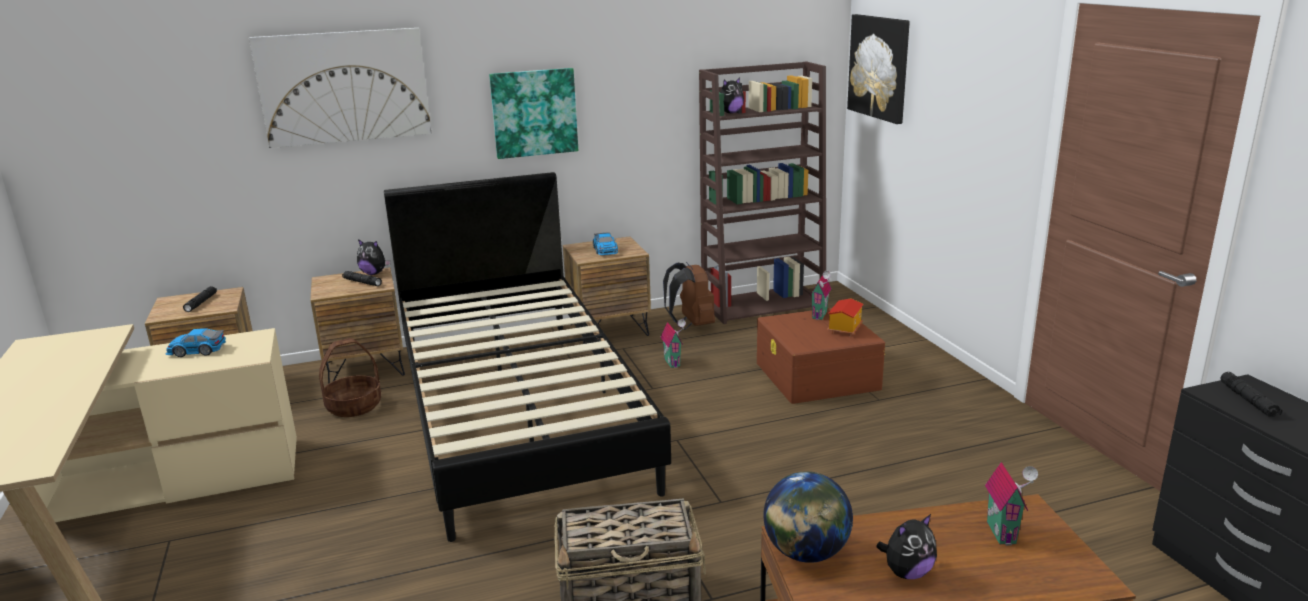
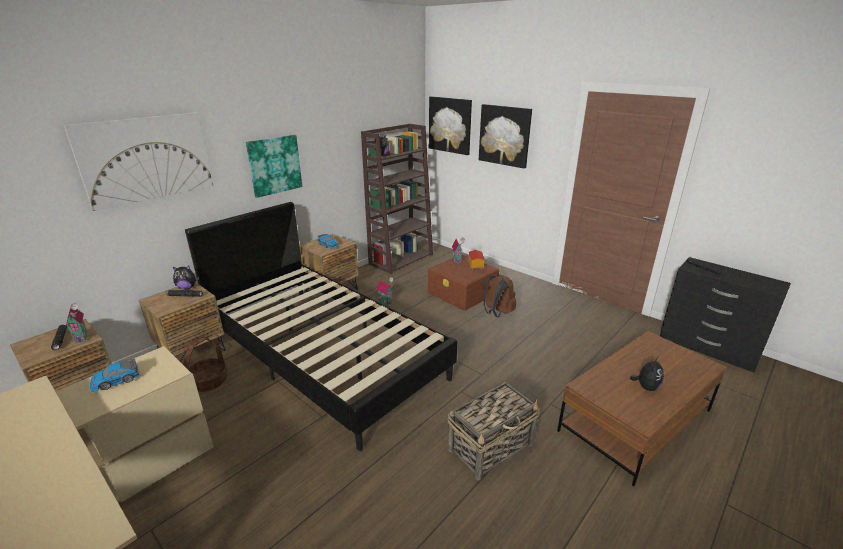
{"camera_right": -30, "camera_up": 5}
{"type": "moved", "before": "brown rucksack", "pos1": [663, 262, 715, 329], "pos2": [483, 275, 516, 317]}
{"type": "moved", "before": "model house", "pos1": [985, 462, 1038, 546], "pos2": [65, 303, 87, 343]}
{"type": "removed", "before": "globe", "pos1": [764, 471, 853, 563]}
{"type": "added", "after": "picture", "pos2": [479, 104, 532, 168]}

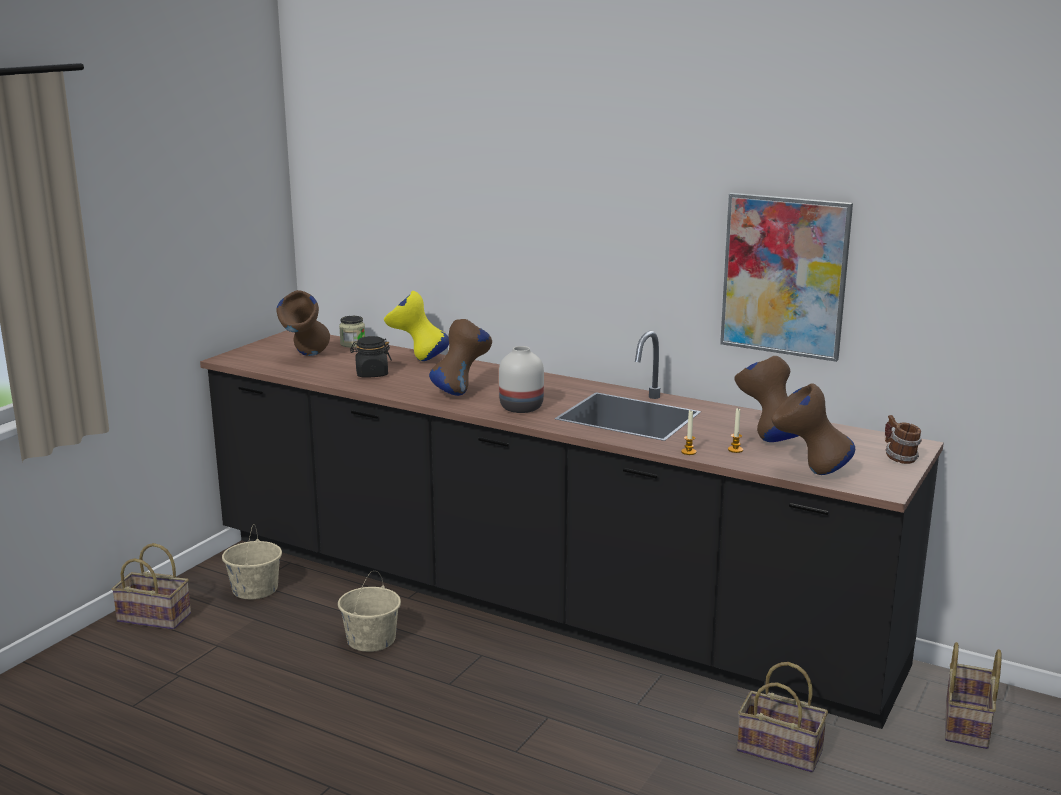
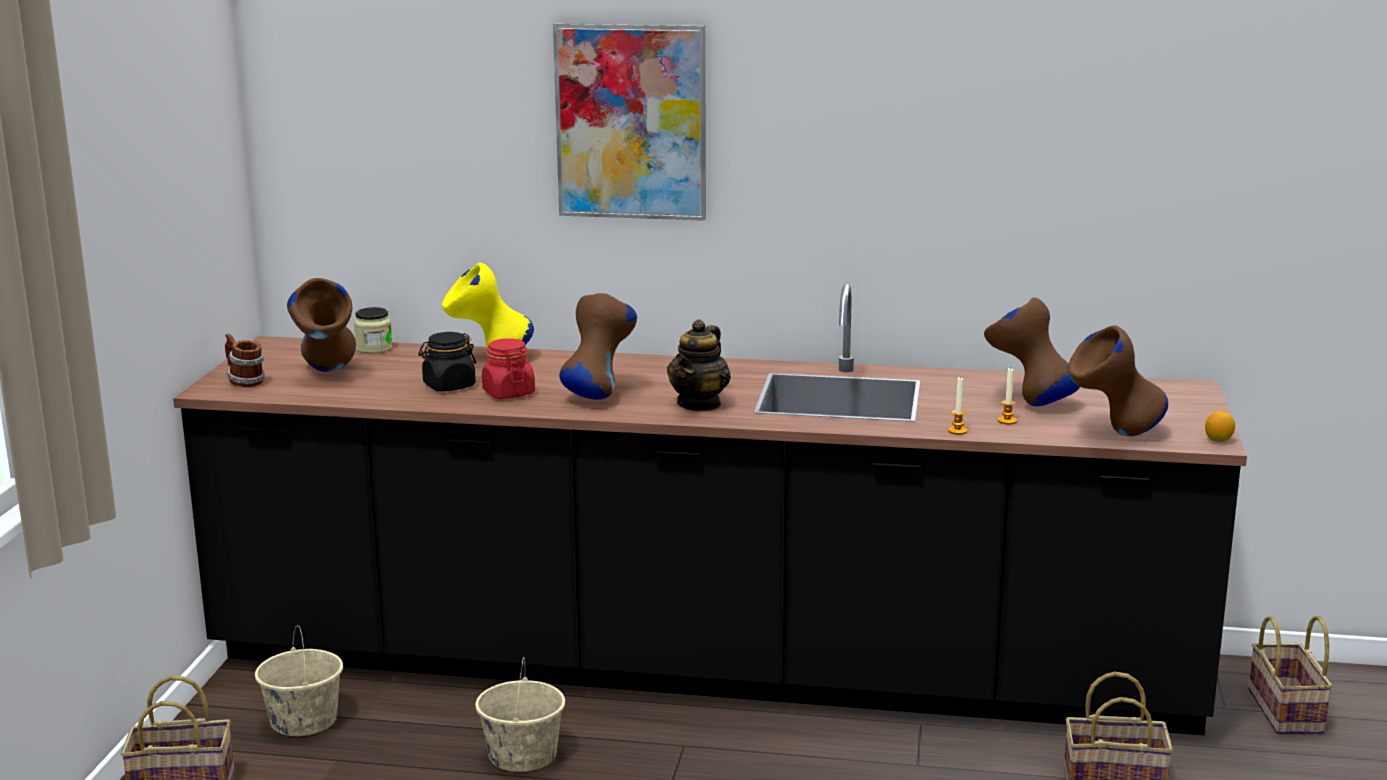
{"camera_right": -20, "camera_up": 0}
{"type": "moved", "before": "picture", "pos1": [720, 193, 853, 362], "pos2": [553, 23, 706, 221]}
{"type": "replaced", "before": "white-coloured decorative vase", "after": "teapot", "pos1": [499, 346, 544, 413], "pos2": [667, 319, 731, 412]}
{"type": "moved", "before": "coffee mug", "pos1": [885, 415, 922, 464], "pos2": [225, 333, 265, 387]}
{"type": "added", "after": "reddish preserve jar", "pos2": [482, 338, 535, 399]}
{"type": "added", "after": "citrus fruit", "pos2": [1205, 411, 1235, 442]}

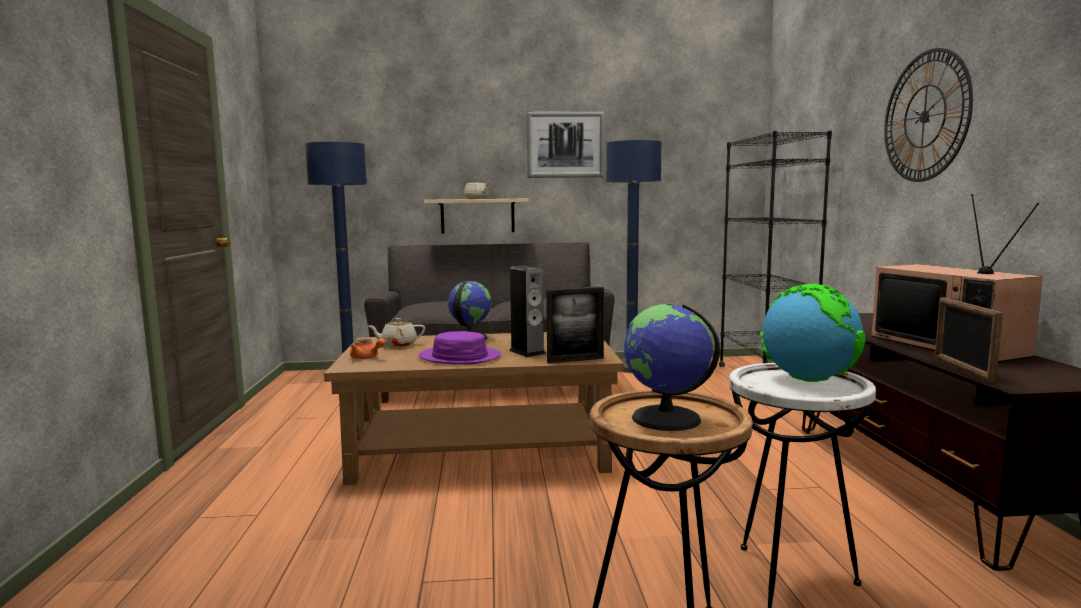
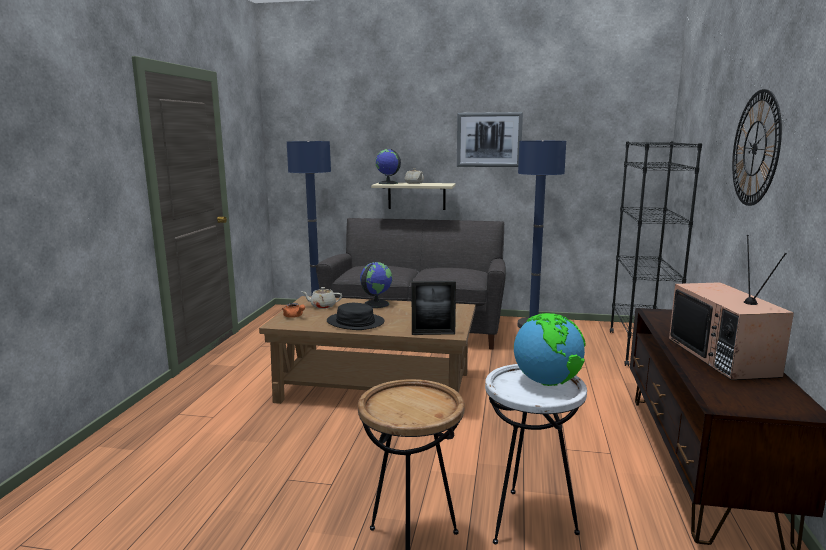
{"camera_right": 15, "camera_up": 5}
{"type": "removed", "before": "speaker", "pos1": [509, 265, 546, 357]}
{"type": "removed", "before": "standing frame", "pos1": [935, 297, 1003, 382]}
{"type": "moved", "before": "globe", "pos1": [624, 304, 720, 431], "pos2": [376, 149, 401, 184]}
{"type": "recoloured", "before": "purple-coloured wearable hat", "after": "black-coloured wearable hat", "pos1": [419, 331, 501, 364], "pos2": [327, 303, 384, 330]}

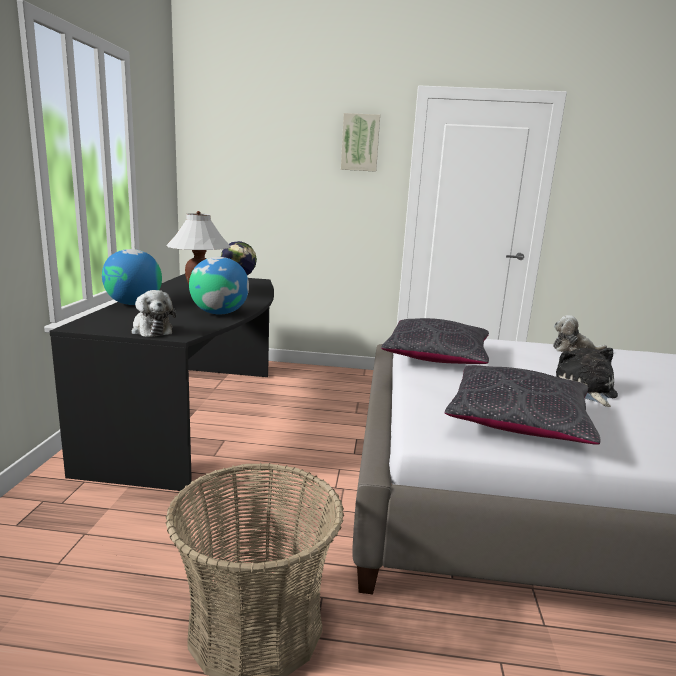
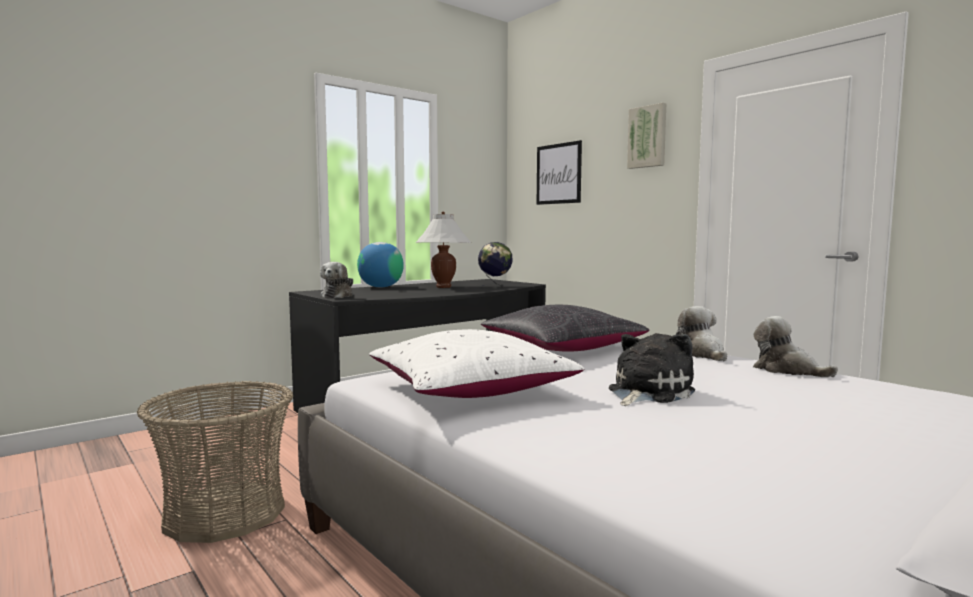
{"camera_right": 45, "camera_up": -10}
{"type": "removed", "before": "globe", "pos1": [189, 257, 249, 314]}
{"type": "recoloured", "before": "black-coloured cushion", "after": "white-coloured cushion", "pos1": [445, 365, 600, 445], "pos2": [369, 329, 585, 398]}
{"type": "added", "after": "picture", "pos2": [537, 140, 582, 205]}
{"type": "added", "after": "cuddly toy", "pos2": [676, 306, 727, 361]}

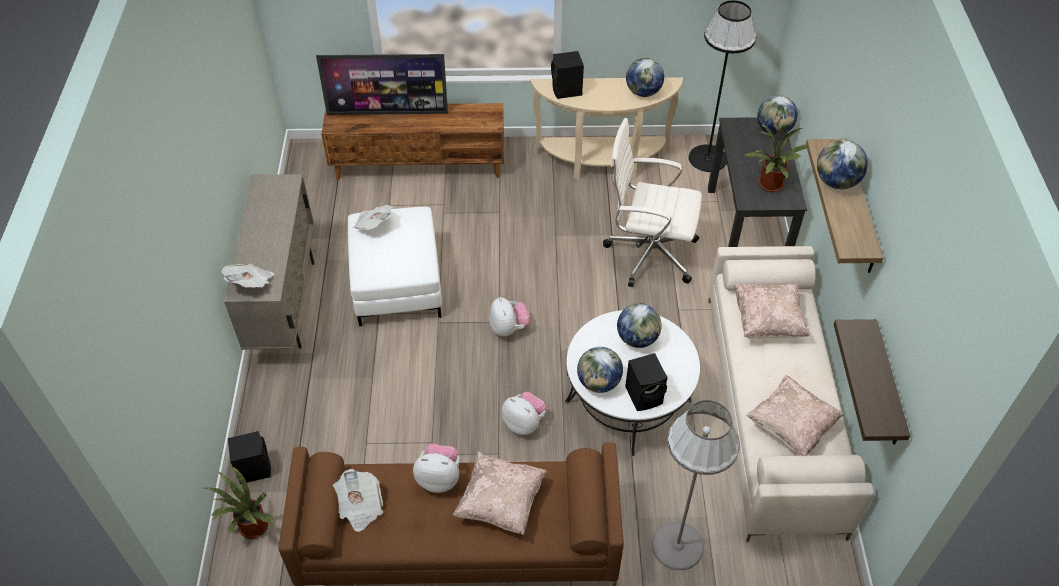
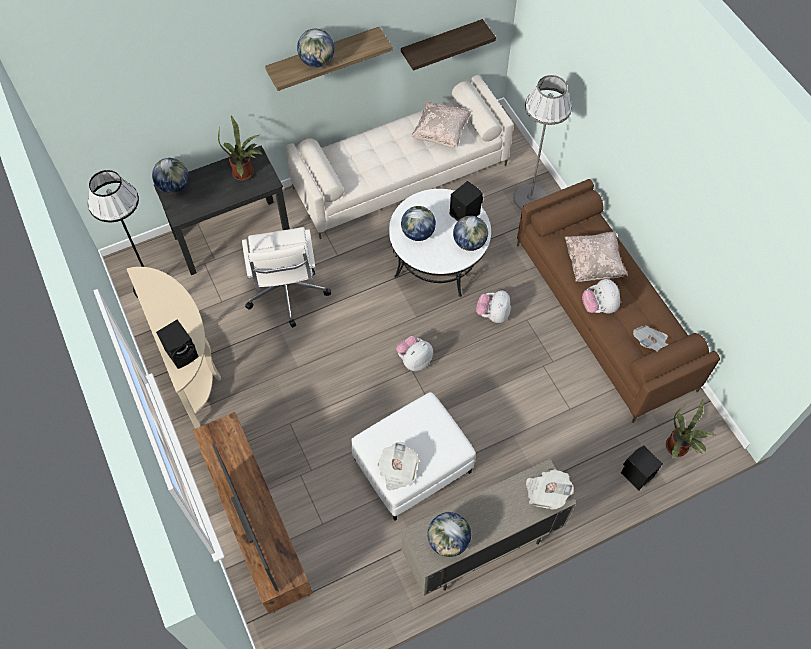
{"camera_right": -115, "camera_up": 10}
{"type": "moved", "before": "globe", "pos1": [626, 58, 664, 97], "pos2": [427, 512, 471, 557]}
{"type": "removed", "before": "sand-coloured cushion", "pos1": [734, 283, 810, 338]}

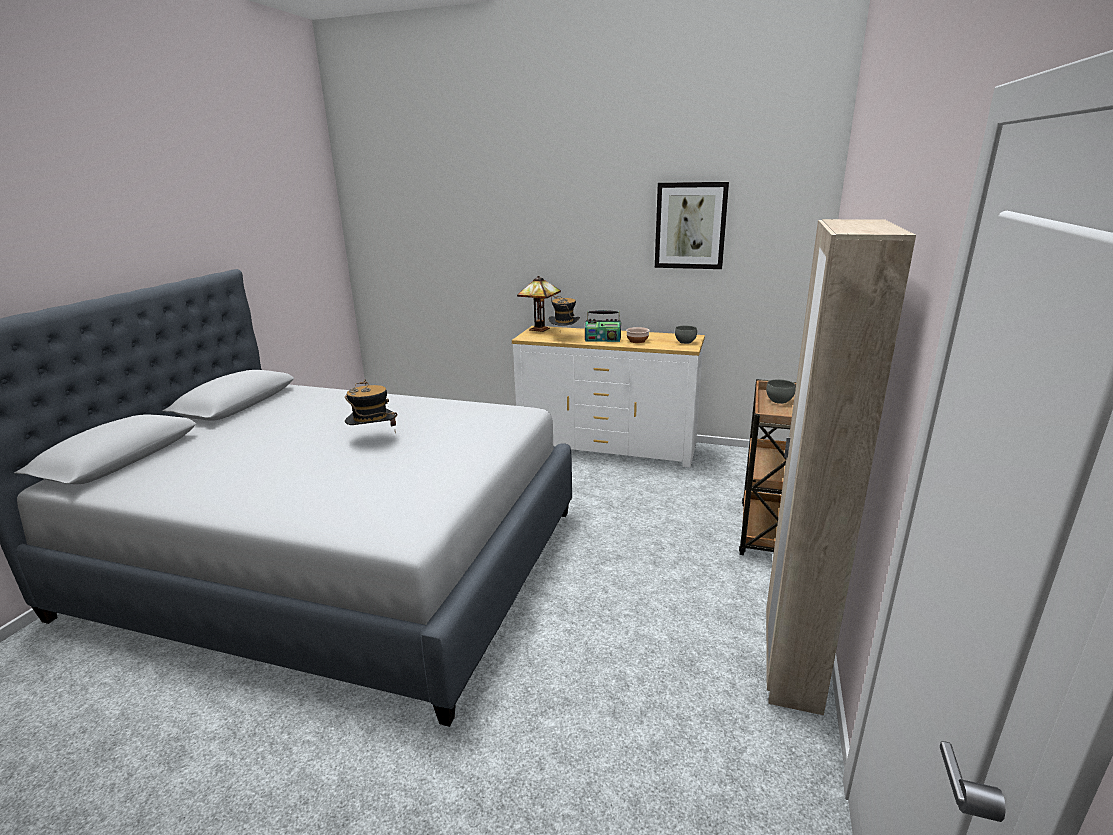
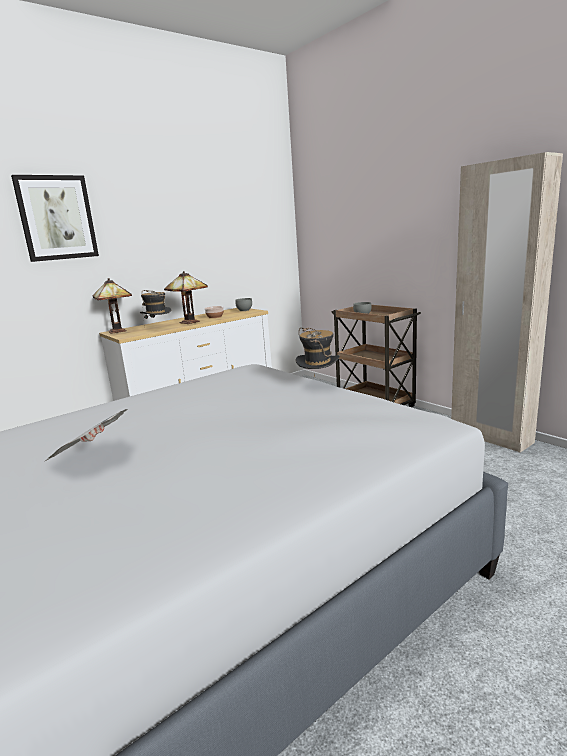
{"camera_right": -55, "camera_up": -5}
{"type": "moved", "before": "picture", "pos1": [655, 182, 729, 269], "pos2": [11, 175, 99, 262]}
{"type": "replaced", "before": "radio receiver", "after": "tabletop lamp", "pos1": [585, 310, 621, 342], "pos2": [164, 271, 208, 324]}
{"type": "moved", "before": "wearable hat", "pos1": [345, 380, 397, 427], "pos2": [296, 327, 340, 377]}
{"type": "added", "after": "printed paper", "pos2": [45, 409, 128, 461]}

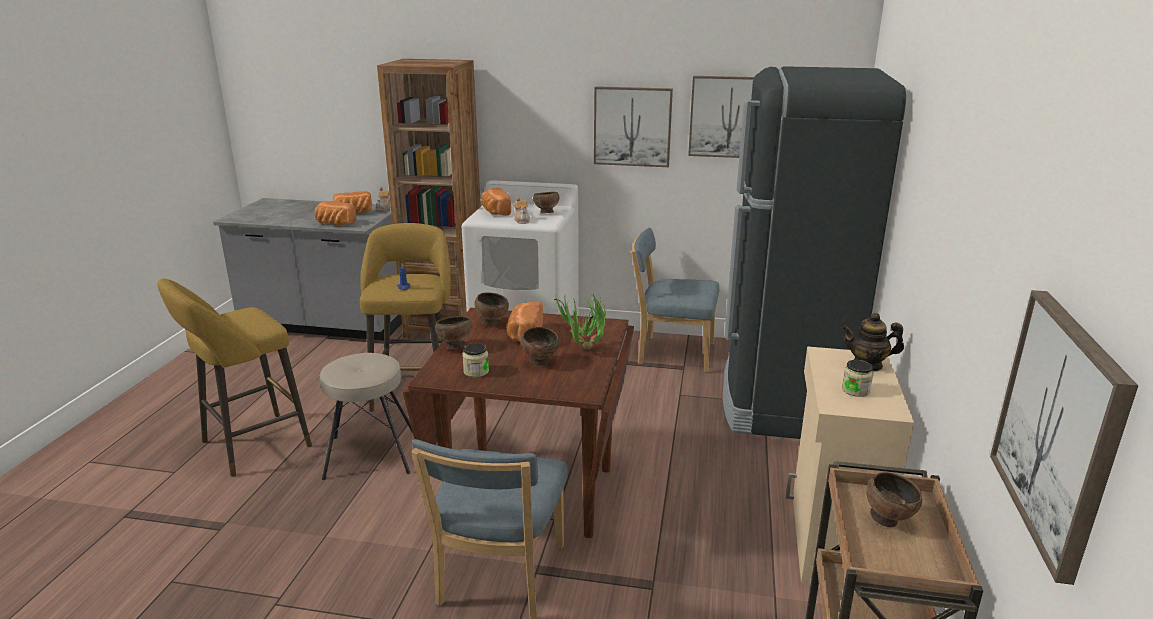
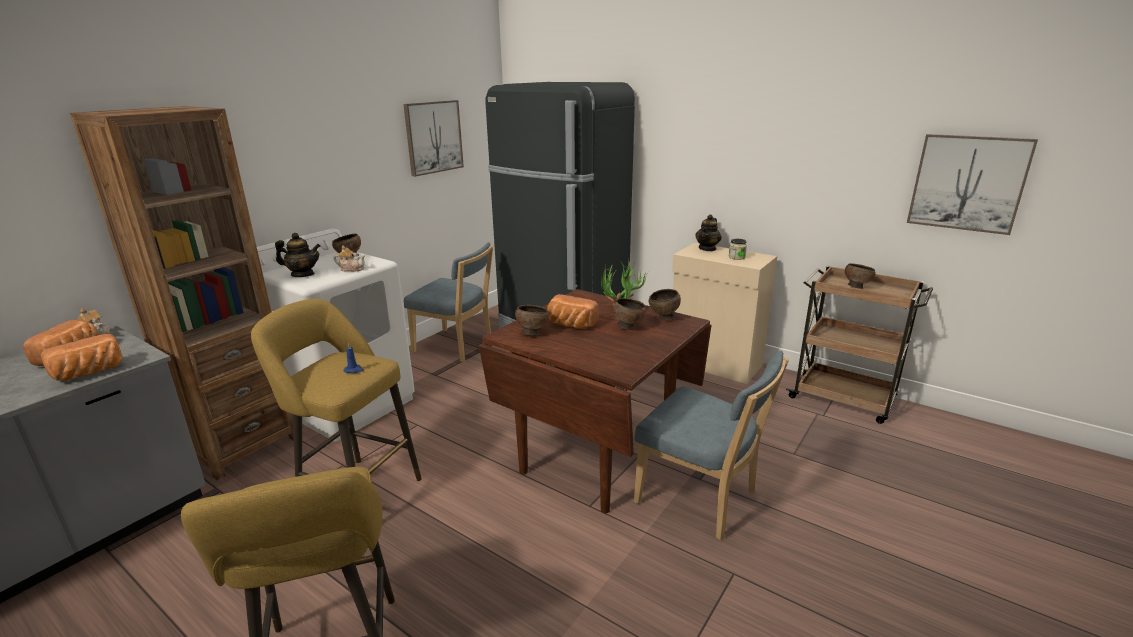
{"camera_right": -65, "camera_up": 0}
{"type": "removed", "before": "picture", "pos1": [594, 86, 673, 167]}
{"type": "replaced", "before": "bakery bread", "after": "teapot", "pos1": [481, 188, 511, 216], "pos2": [275, 233, 320, 277]}
{"type": "turned", "before": "blue-coloured plain chair", "pos1": [631, 227, 719, 373], "pos2": [404, 242, 493, 362], "turn": -105}
{"type": "moved", "before": "brown serving bowl", "pos1": [435, 316, 472, 349], "pos2": [649, 289, 681, 320]}
{"type": "removed", "before": "preserve jar", "pos1": [462, 343, 489, 377]}
{"type": "removed", "before": "sand-coloured sitting stool", "pos1": [320, 353, 413, 480]}

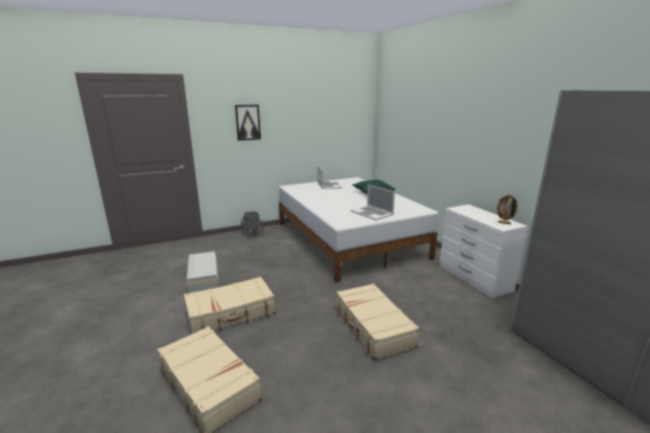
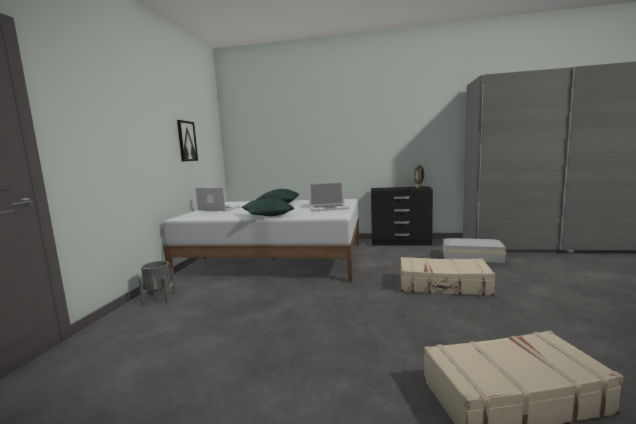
{"camera_right": -55, "camera_up": -10}
{"type": "moved", "before": "picture", "pos1": [235, 105, 261, 141], "pos2": [177, 120, 198, 161]}
{"type": "recoloured", "before": "white-coloured chest of drawers", "after": "black-coloured chest of drawers", "pos1": [440, 204, 528, 298], "pos2": [371, 186, 433, 246]}
{"type": "moved", "before": "white-coloured storage bin", "pos1": [187, 251, 218, 293], "pos2": [443, 238, 506, 263]}
{"type": "removed", "before": "sand-coloured suitcase", "pos1": [184, 277, 275, 334]}
{"type": "added", "after": "greenish cushion", "pos2": [242, 197, 295, 216]}

